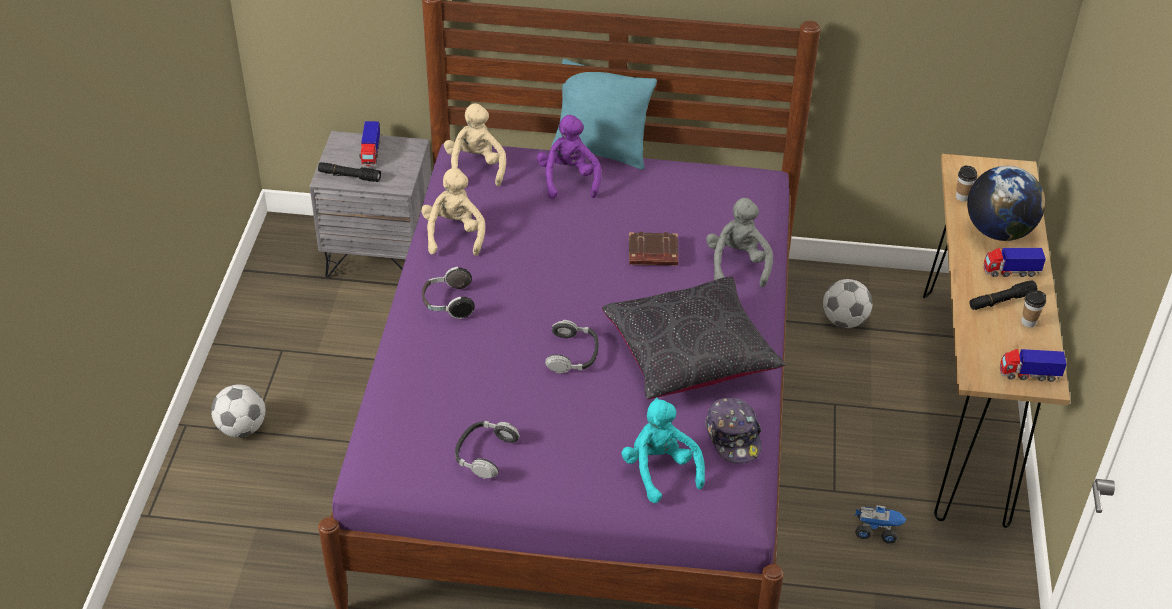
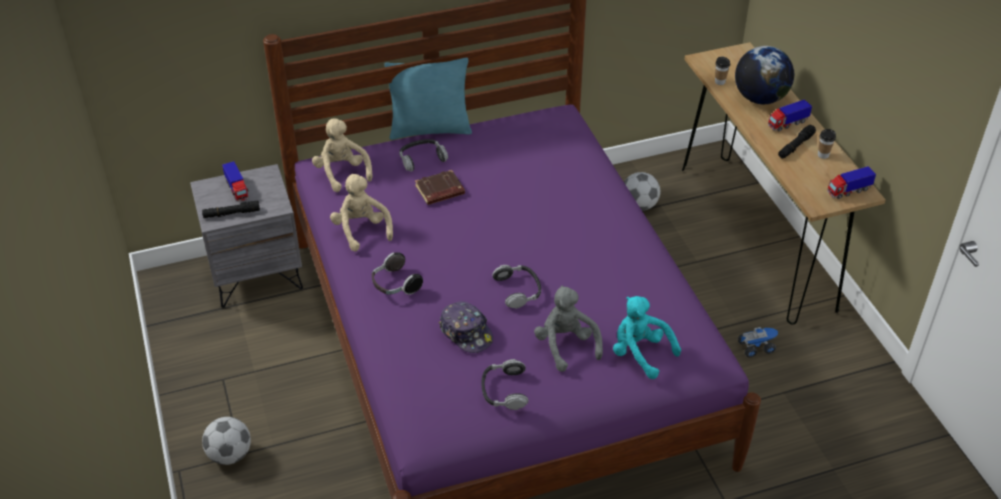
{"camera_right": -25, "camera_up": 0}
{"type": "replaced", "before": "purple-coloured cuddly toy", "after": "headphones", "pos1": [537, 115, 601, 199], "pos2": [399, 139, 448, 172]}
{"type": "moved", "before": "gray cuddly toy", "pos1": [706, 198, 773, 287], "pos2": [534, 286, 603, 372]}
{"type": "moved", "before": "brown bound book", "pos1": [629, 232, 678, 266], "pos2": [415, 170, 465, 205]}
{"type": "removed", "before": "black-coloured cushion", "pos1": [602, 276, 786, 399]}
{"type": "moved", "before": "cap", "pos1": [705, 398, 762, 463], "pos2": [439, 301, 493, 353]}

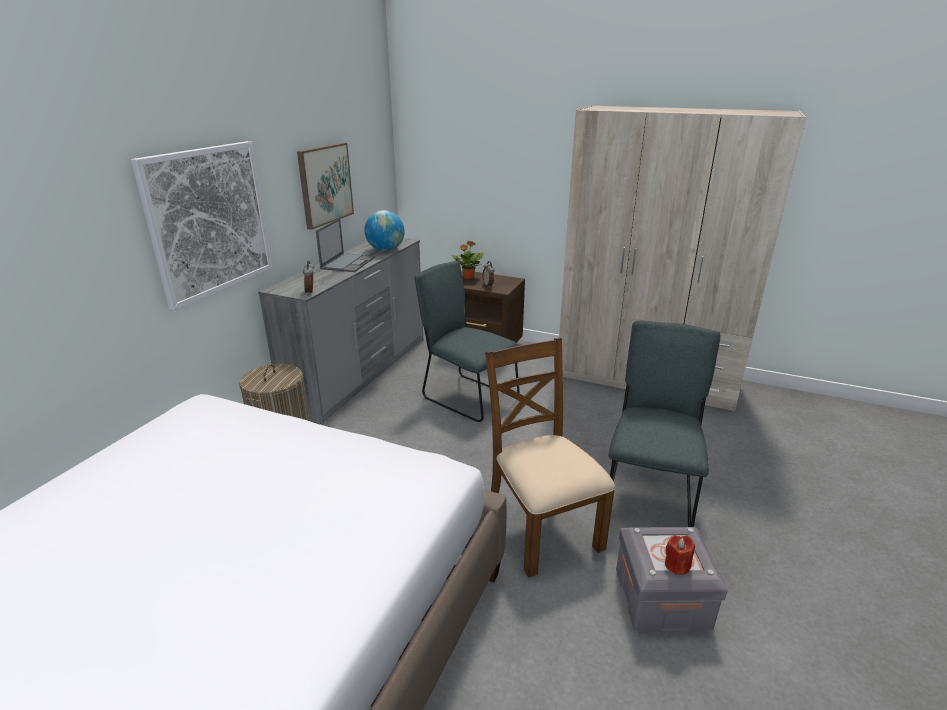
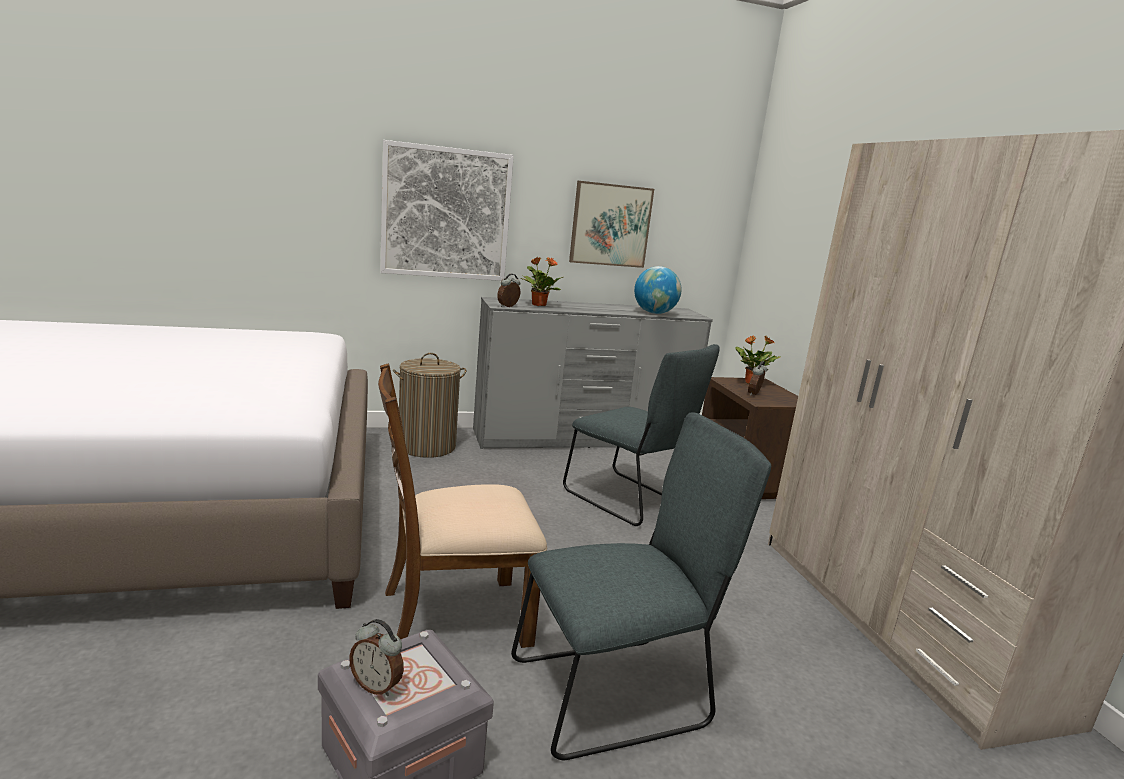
{"camera_right": 50, "camera_up": -10}
{"type": "removed", "before": "portable computer", "pos1": [316, 218, 375, 272]}
{"type": "turned", "before": "gray plain chair", "pos1": [415, 261, 520, 422], "pos2": [563, 344, 719, 526], "turn": 135}
{"type": "turned", "before": "brown plain chair", "pos1": [485, 338, 615, 578], "pos2": [378, 363, 547, 648], "turn": -135}
{"type": "replaced", "before": "reddish candle", "after": "alarm clock", "pos1": [665, 535, 695, 575], "pos2": [349, 619, 404, 696]}
{"type": "added", "after": "plant in a pot", "pos2": [520, 257, 563, 306]}

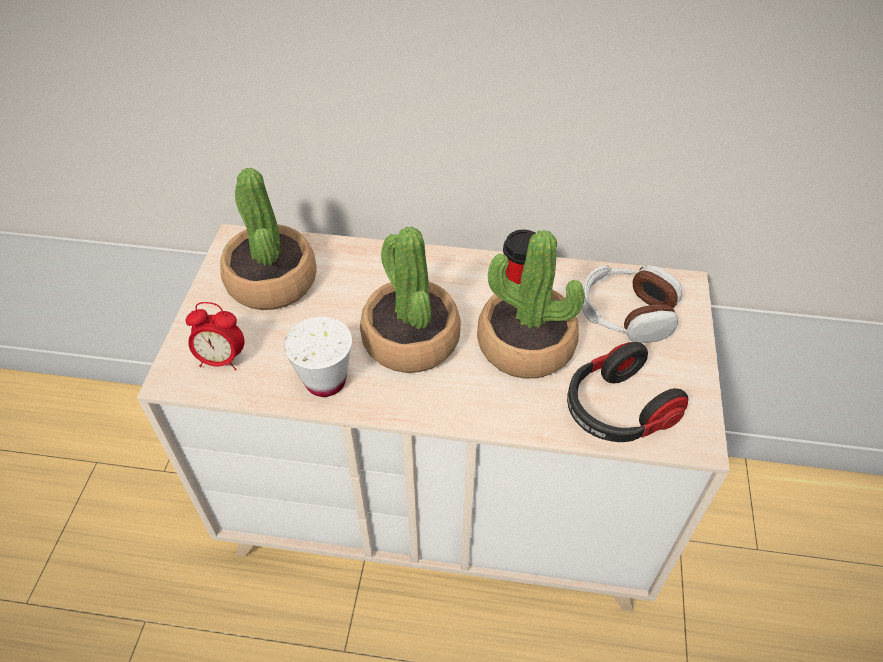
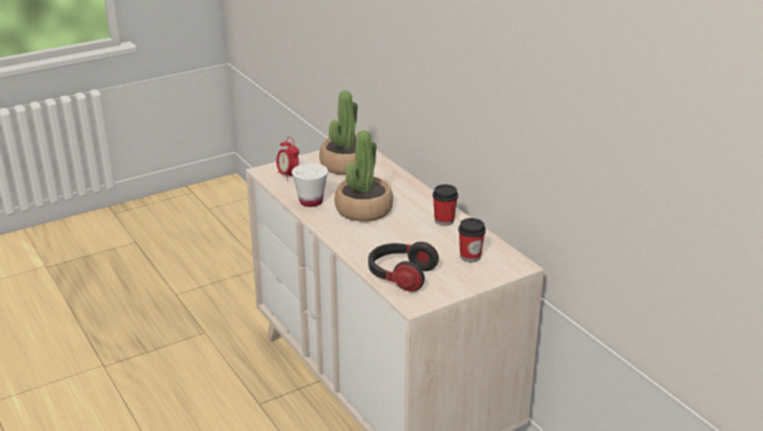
{"camera_right": 50, "camera_up": -20}
{"type": "removed", "before": "plant in a pot", "pos1": [477, 230, 585, 379]}
{"type": "replaced", "before": "headphones", "after": "small cup", "pos1": [582, 265, 682, 343], "pos2": [458, 218, 486, 262]}

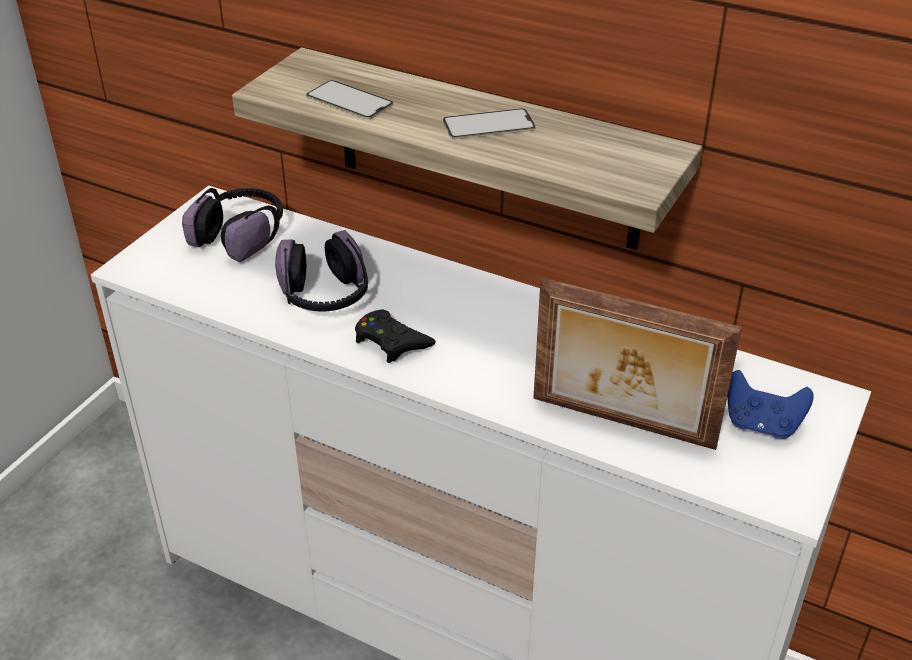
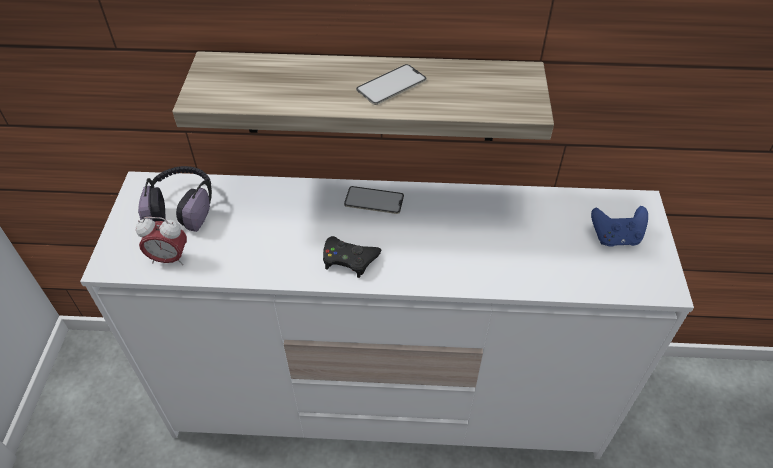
{"camera_right": -25, "camera_up": 10}
{"type": "moved", "before": "phone", "pos1": [306, 80, 393, 119], "pos2": [344, 186, 404, 214]}
{"type": "removed", "before": "headphones", "pos1": [275, 230, 368, 311]}
{"type": "removed", "before": "standing frame", "pos1": [533, 278, 742, 450]}
{"type": "added", "after": "alarm clock", "pos2": [136, 217, 187, 265]}

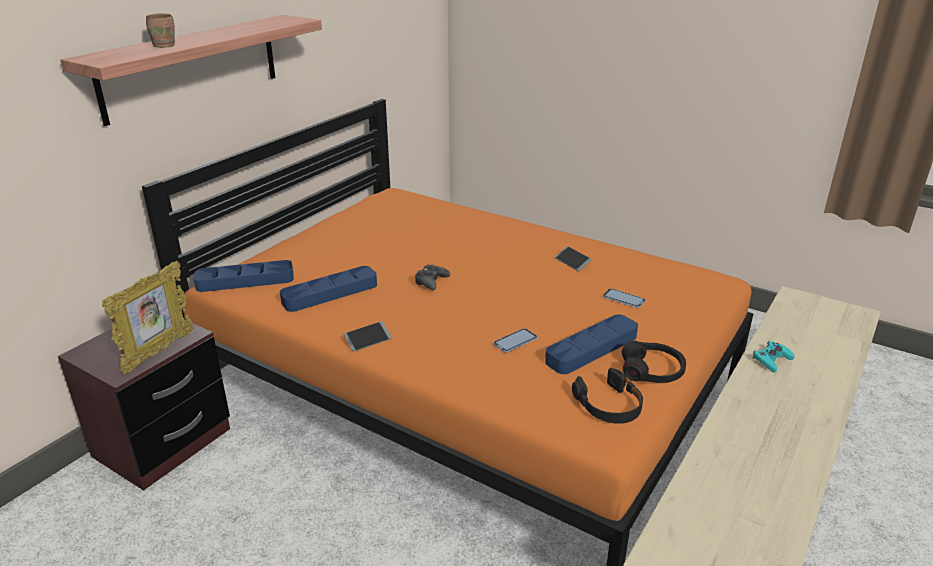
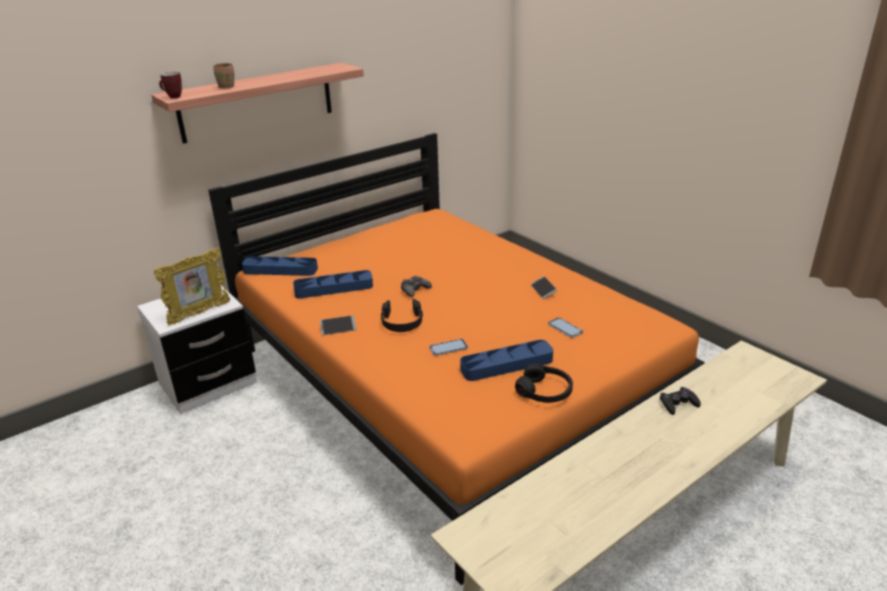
{"camera_right": 20, "camera_up": 0}
{"type": "recoloured", "before": "brown bedside table", "after": "white-coloured bedside table", "pos1": [58, 319, 230, 491], "pos2": [137, 285, 257, 414]}
{"type": "recoloured", "before": "turquoise-coloured joypad", "after": "black-coloured joypad", "pos1": [752, 341, 794, 372], "pos2": [660, 387, 701, 415]}
{"type": "moved", "before": "black-coloured headphones", "pos1": [572, 368, 643, 424], "pos2": [381, 299, 423, 332]}
{"type": "added", "after": "coffee mug", "pos2": [159, 72, 182, 99]}

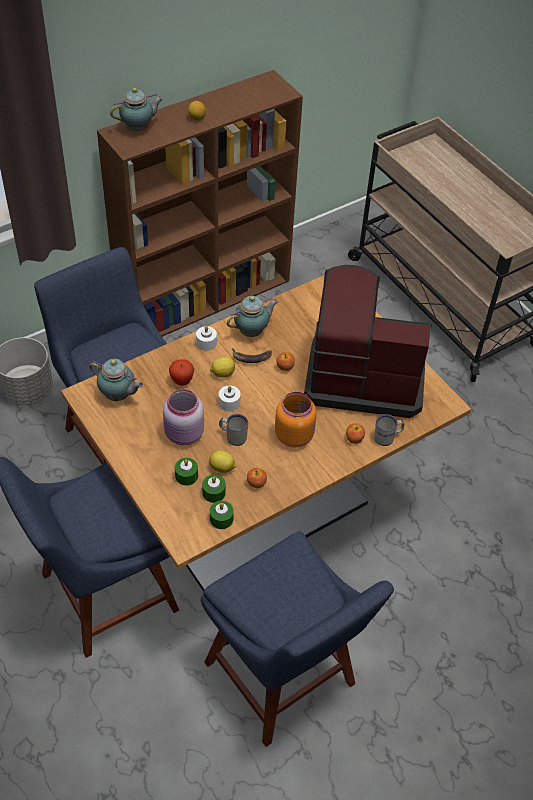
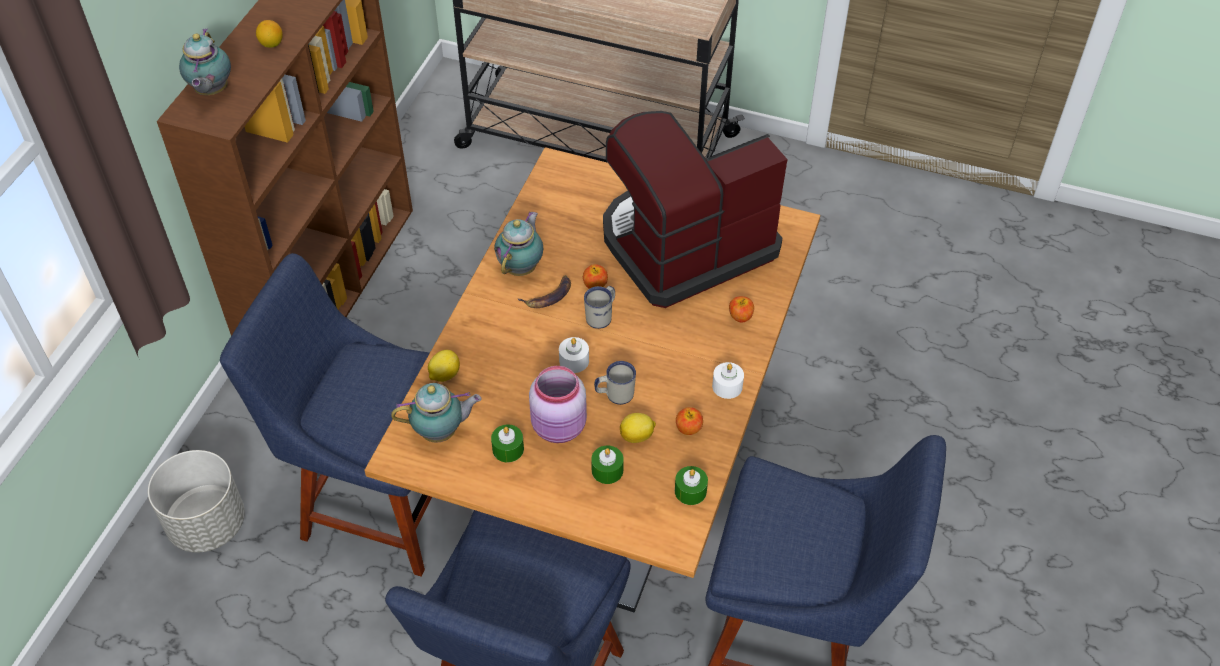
{"camera_right": -35, "camera_up": 0}
{"type": "turned", "before": "teapot", "pos1": [110, 88, 163, 131], "pos2": [179, 28, 231, 95], "turn": 150}
{"type": "moved", "before": "white-coloured candle", "pos1": [196, 326, 217, 351], "pos2": [712, 362, 744, 399]}
{"type": "moved", "before": "citrus fruit", "pos1": [210, 357, 235, 378], "pos2": [428, 350, 460, 382]}
{"type": "removed", "before": "apple fruit", "pos1": [169, 359, 194, 386]}
{"type": "removed", "before": "orangey preserve jar", "pos1": [275, 392, 317, 448]}
{"type": "moved", "before": "white-coloured coffee mug", "pos1": [374, 414, 404, 446], "pos2": [584, 286, 615, 329]}
{"type": "moved", "before": "greenish candle", "pos1": [202, 475, 226, 503], "pos2": [491, 424, 524, 462]}

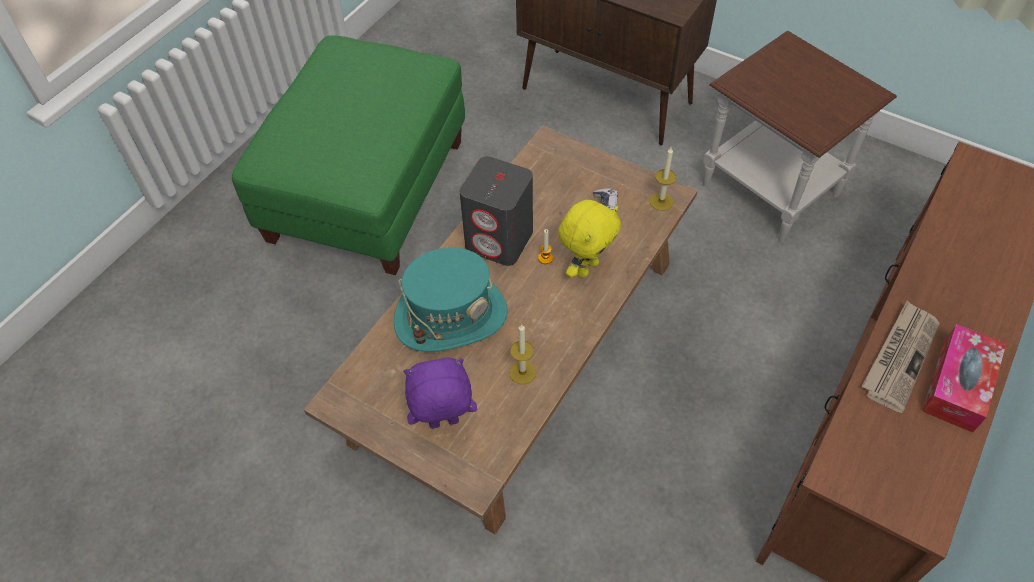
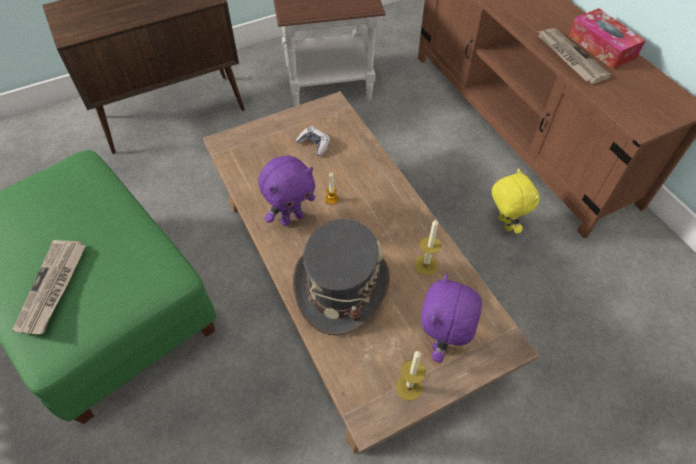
{"camera_right": -60, "camera_up": 0}
{"type": "moved", "before": "candle", "pos1": [650, 148, 676, 211], "pos2": [396, 351, 426, 401]}
{"type": "replaced", "before": "gray speaker", "after": "purple-coloured cuddly toy", "pos1": [460, 156, 533, 266], "pos2": [258, 156, 315, 226]}
{"type": "moved", "before": "yellow-coloured cuddly toy", "pos1": [558, 200, 621, 278], "pos2": [492, 168, 540, 234]}
{"type": "recoloured", "before": "turquoise-coloured wearable hat", "after": "gray wearable hat", "pos1": [394, 247, 508, 352], "pos2": [293, 219, 390, 336]}
{"type": "added", "after": "printed paper", "pos2": [12, 240, 86, 334]}

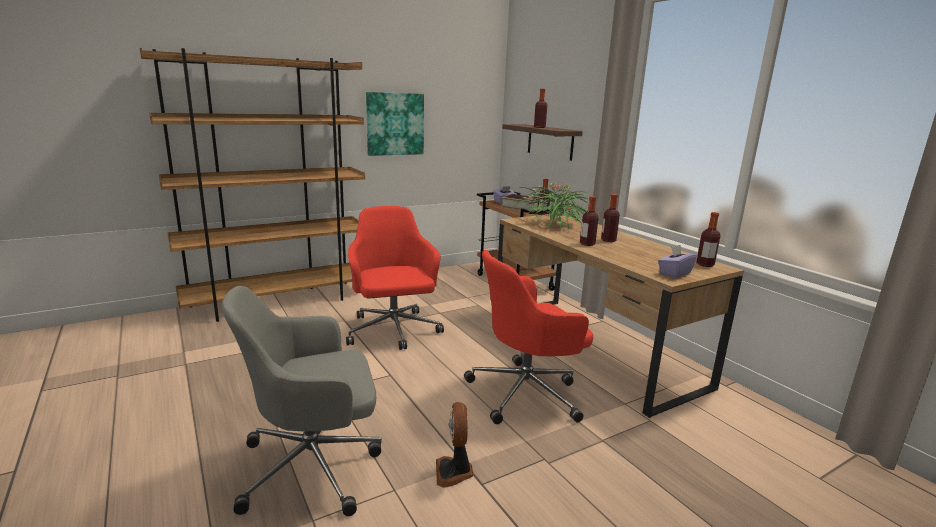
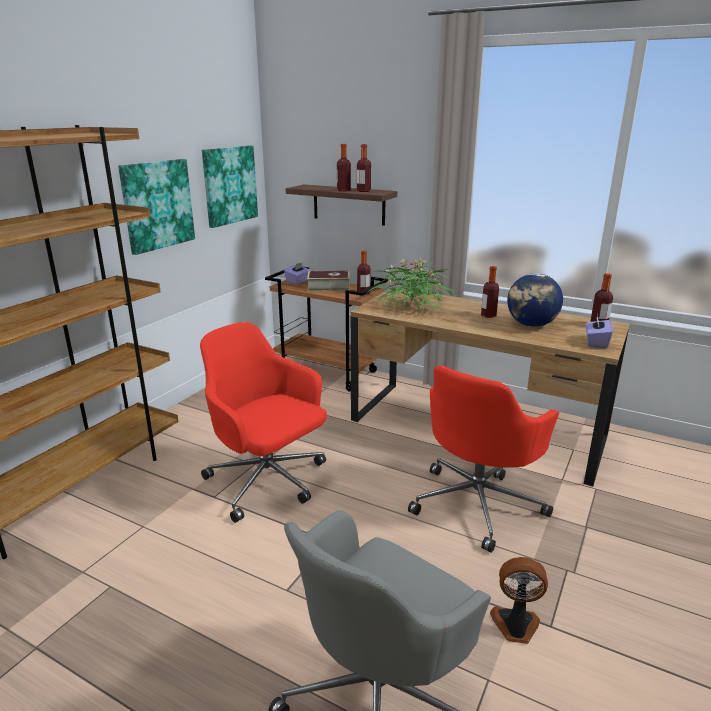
{"camera_right": -30, "camera_up": 5}
{"type": "moved", "before": "beverage bottle", "pos1": [580, 196, 598, 246], "pos2": [357, 144, 371, 192]}
{"type": "turned", "before": "cooling fan", "pos1": [436, 402, 473, 488], "pos2": [490, 557, 548, 644], "turn": 135}
{"type": "added", "after": "picture", "pos2": [202, 145, 258, 228]}
{"type": "added", "after": "globe", "pos2": [507, 273, 563, 327]}

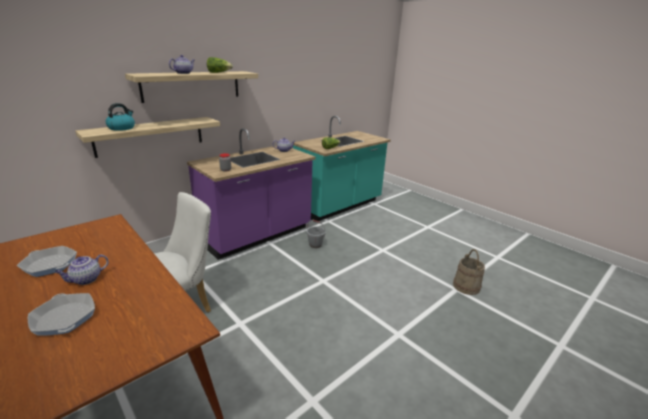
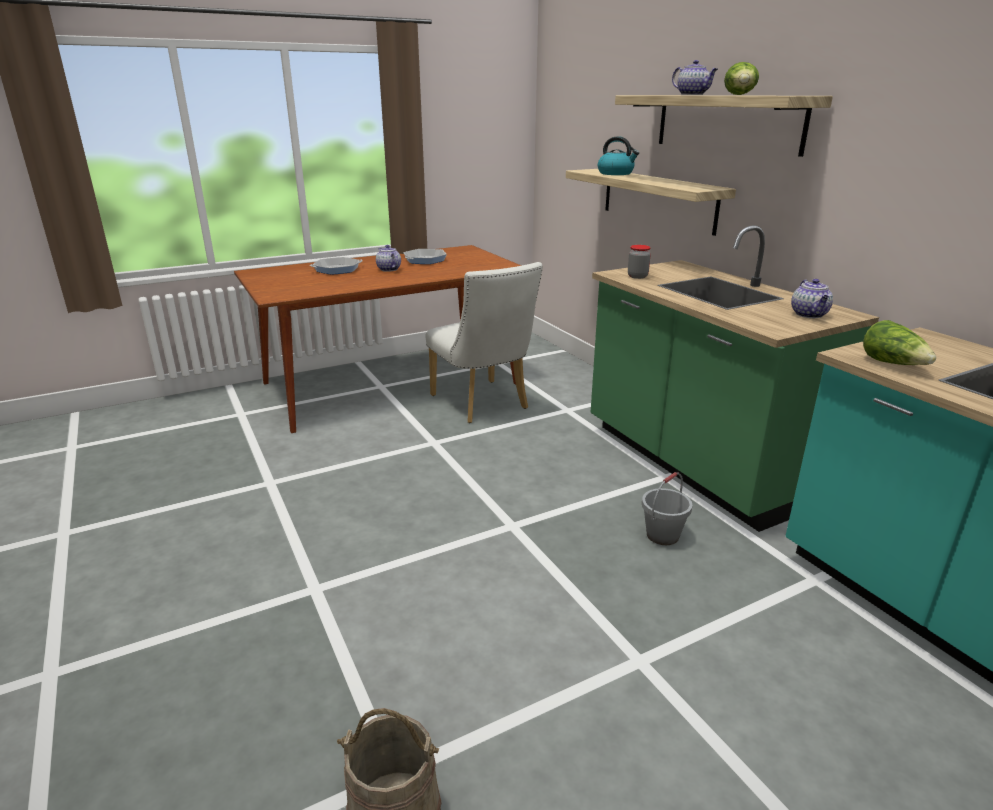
{"camera_right": 105, "camera_up": 0}
{"type": "recoloured", "before": "purple-coloured kitchen counter", "after": "greenish kitchen counter", "pos1": [187, 128, 316, 260], "pos2": [591, 225, 879, 532]}

